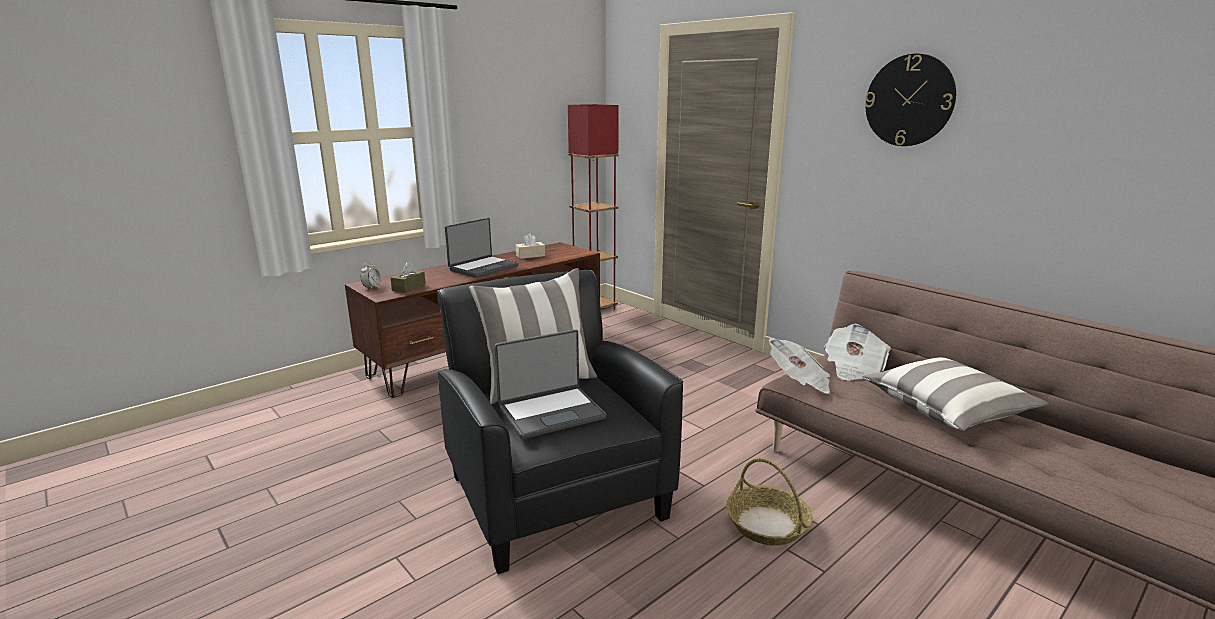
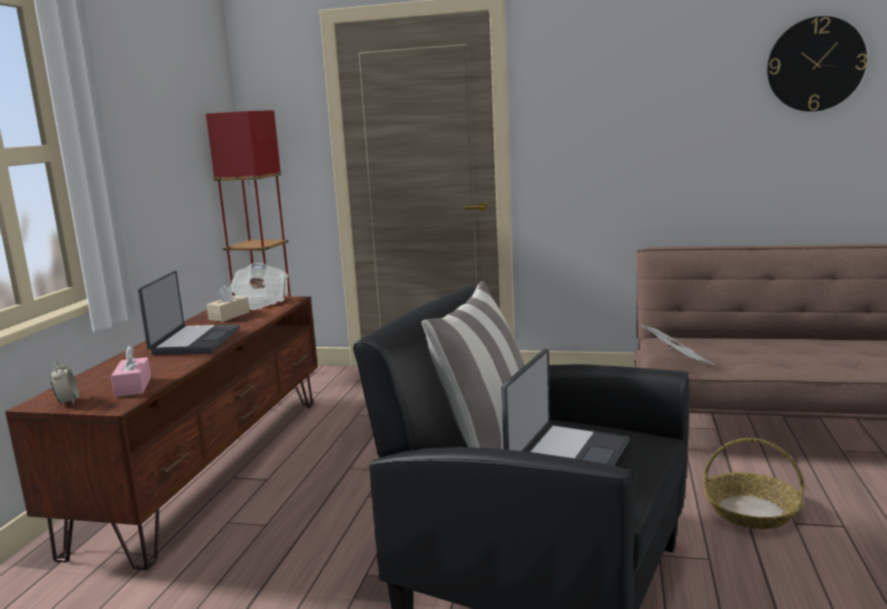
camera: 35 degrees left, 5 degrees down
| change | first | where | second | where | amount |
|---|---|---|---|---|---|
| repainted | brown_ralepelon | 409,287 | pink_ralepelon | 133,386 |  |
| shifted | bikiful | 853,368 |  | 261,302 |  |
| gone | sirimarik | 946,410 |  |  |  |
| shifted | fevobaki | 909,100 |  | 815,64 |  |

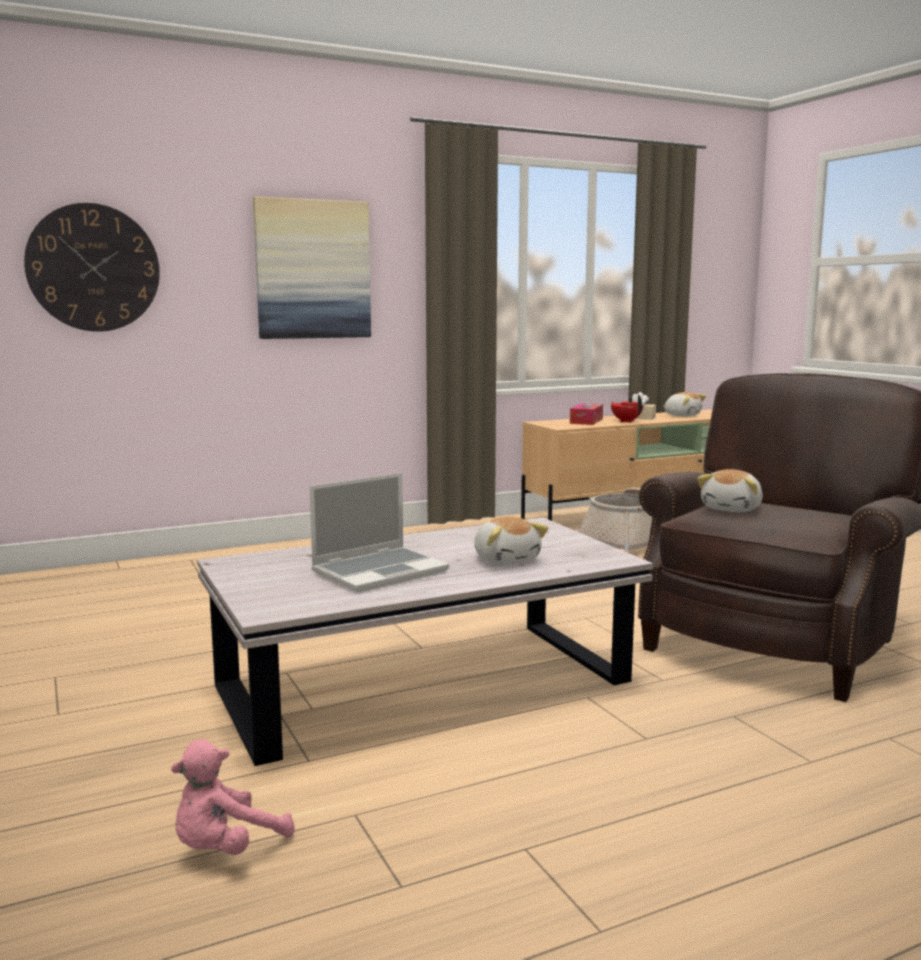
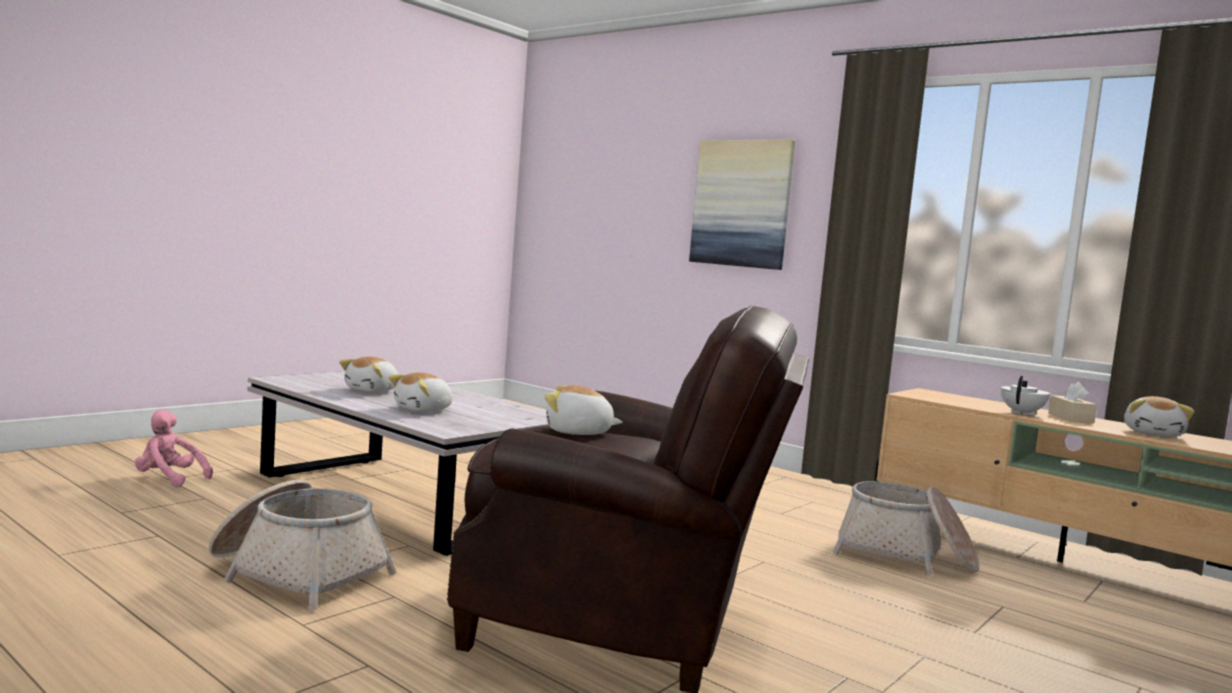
camera: 65 degrees right, 5 degrees down
| change | first | where | second | where | amount |
|---|---|---|---|---|---|
| gone | fevobaki | 93,268 |  |  |  |
| swapped | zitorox | 380,571 | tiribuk | 373,391 |  |
| gone | ralepelon | 586,421 |  |  |  |
| repainted | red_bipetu | 626,421 | white_bipetu | 1022,413 |  |
| new |  |  | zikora | 297,573 |  |

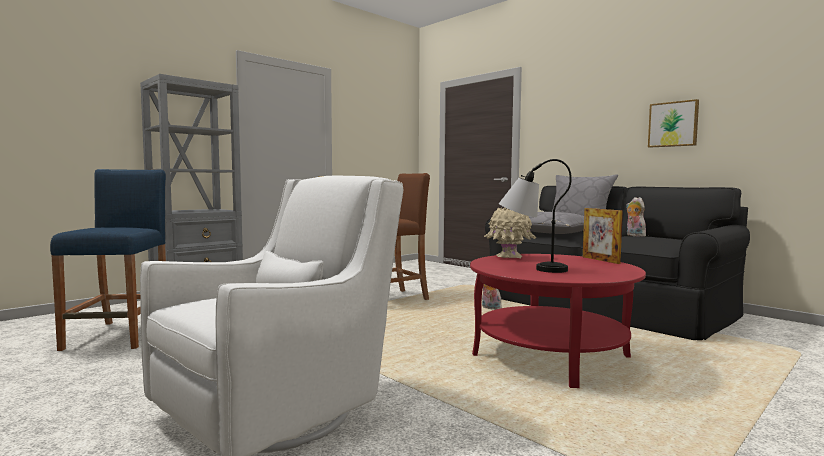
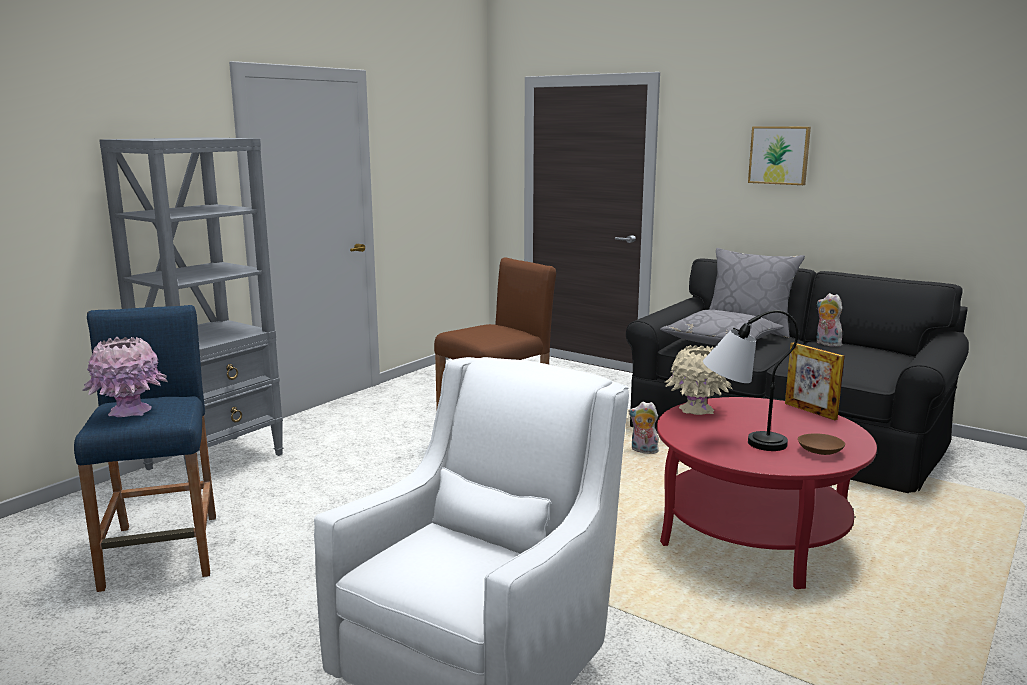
camera: 10 degrees left, 10 degrees up
| change | first | where | second | where | amount |
|---|---|---|---|---|---|
| shifted | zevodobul | 673,124 |  | 779,155 |  |
| new |  |  | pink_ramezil | 130,412 |  |
| new |  |  | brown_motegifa | 819,451 |  |

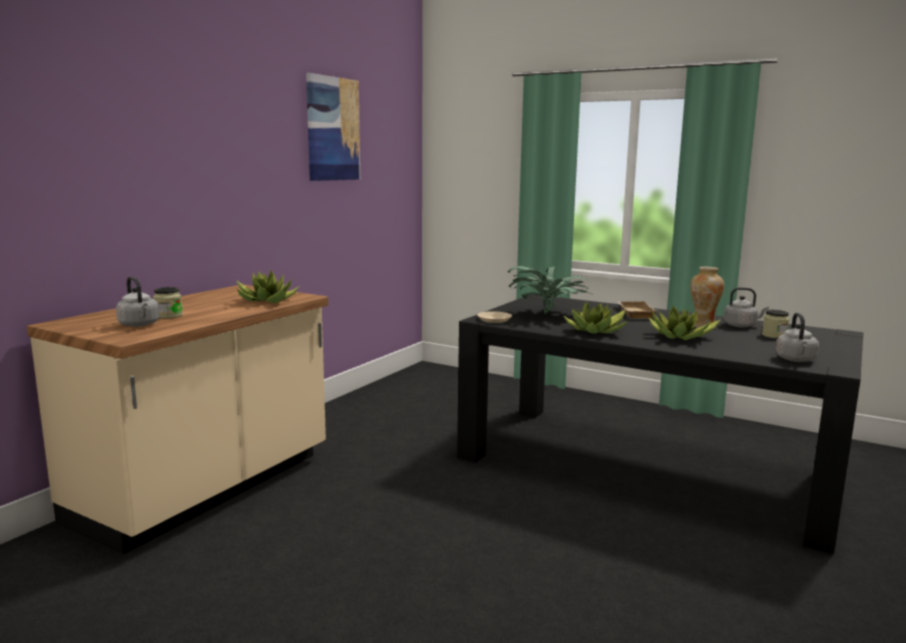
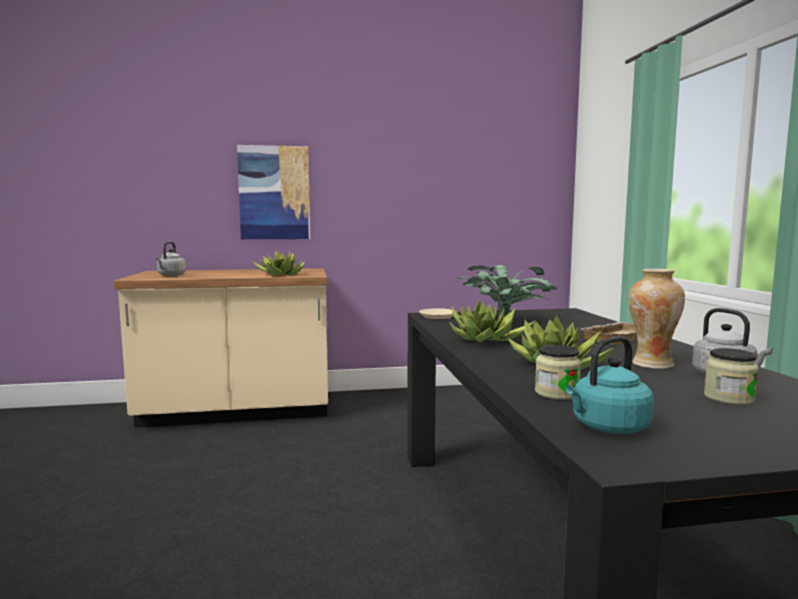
camera: 50 degrees right, 5 degrees down
| change | first | where | second | where | amount |
|---|---|---|---|---|---|
| shifted | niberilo | 168,316 |  | 556,393 |  |
| shifted | zevodobul | 333,129 |  | 274,193 |  |
| repainted | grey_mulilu | 796,360 | turquoise_mulilu | 607,427 |  |

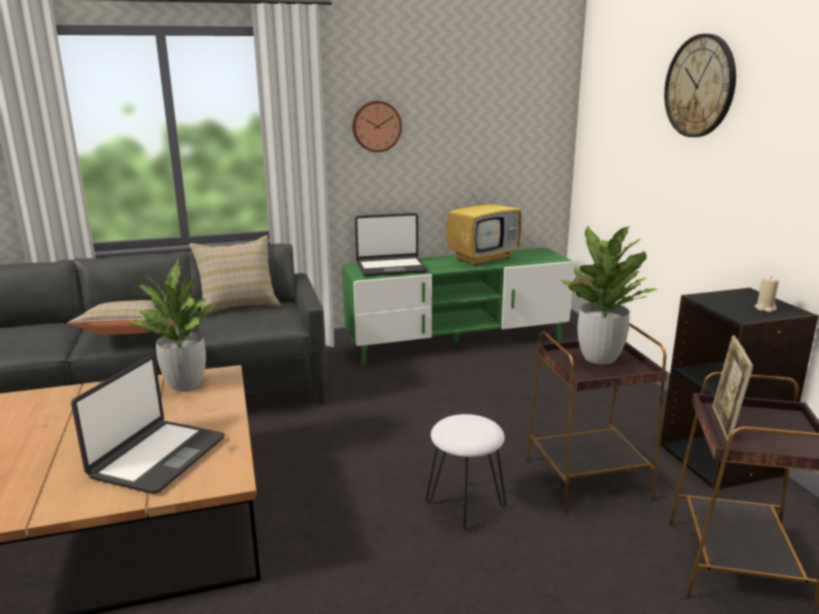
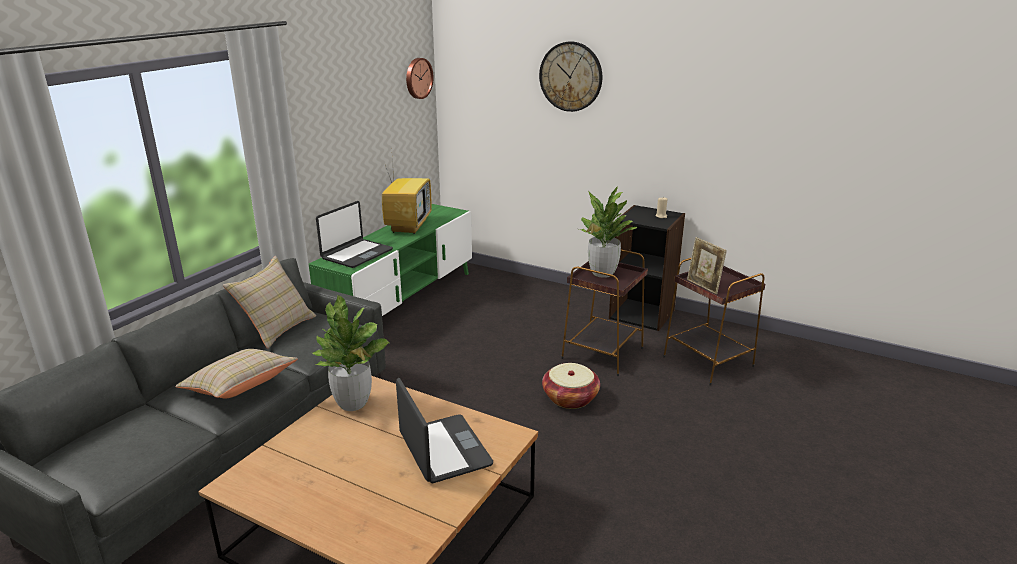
camera: 45 degrees left, 5 degrees up
| change | first | where | second | where | amount |
|---|---|---|---|---|---|
| shifted | fevobaki | 376,126 |  | 418,78 |  |
| swapped | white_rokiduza | 466,506 | zikora | 570,398 |  |

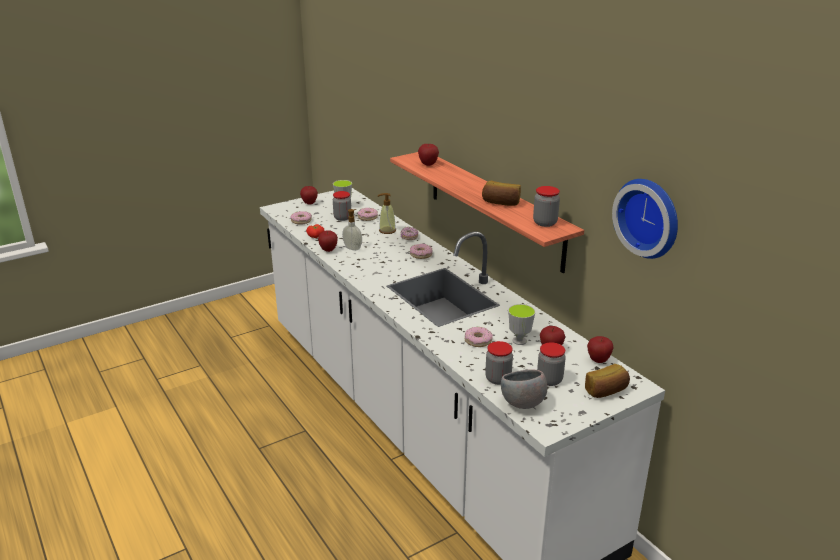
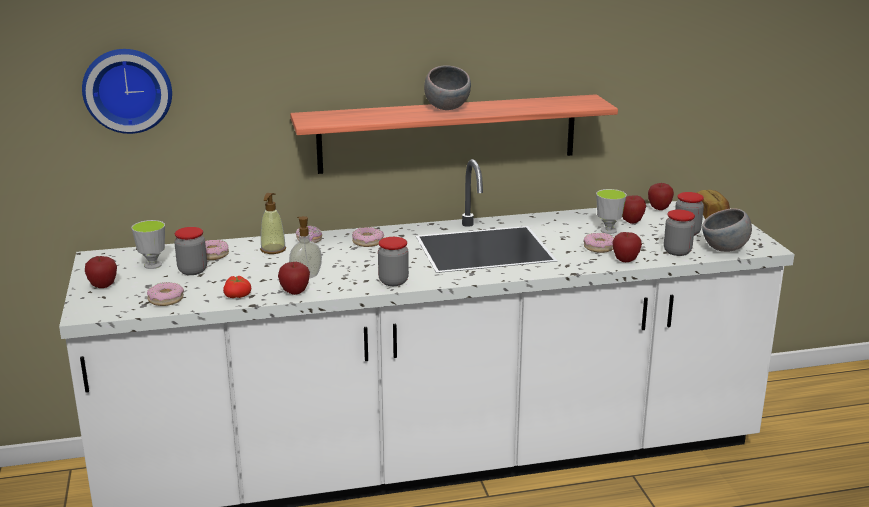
camera: 70 degrees left, 5 degrees down
| change | first | where | second | where | amount |
|---|---|---|---|---|---|
| shifted | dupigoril | 428,164 |  | 625,260 |  |
| gone | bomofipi | 501,203 |  |  |  |
| shifted | niberilo | 545,223 |  | 393,281 |  |
| shifted | fevobaki | 650,217 |  | 127,89 |  |
| new |  |  | grey_motegifa | 447,108 |  |

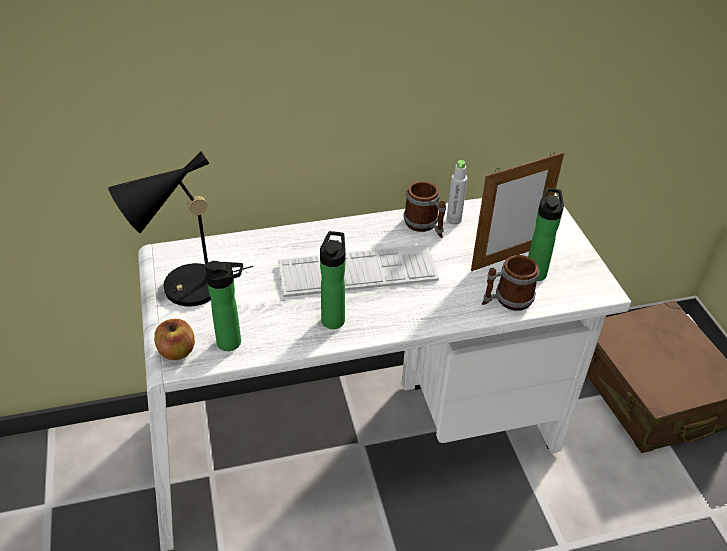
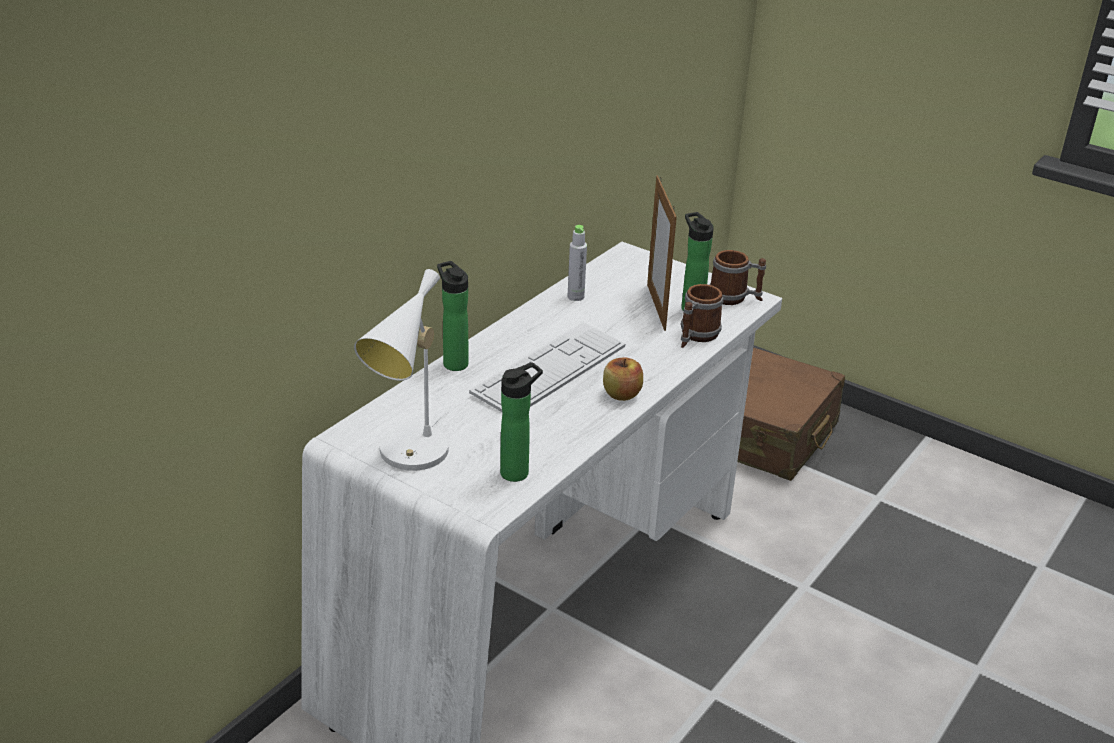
camera: 40 degrees left, 10 degrees down
| change | first | where | second | where | amount |
|---|---|---|---|---|---|
| repainted | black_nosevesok | 184,290 | white_nosevesok | 411,456 |  |
| shifted | dupigoril | 177,351 |  | 621,394 |  |
| shifted | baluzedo | 333,318 |  | 453,362 |  |
| shifted | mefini | 425,226 |  | 735,298 |  |
| rotated | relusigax | 507,258 |  | 656,307 | 150 degrees clockwise |

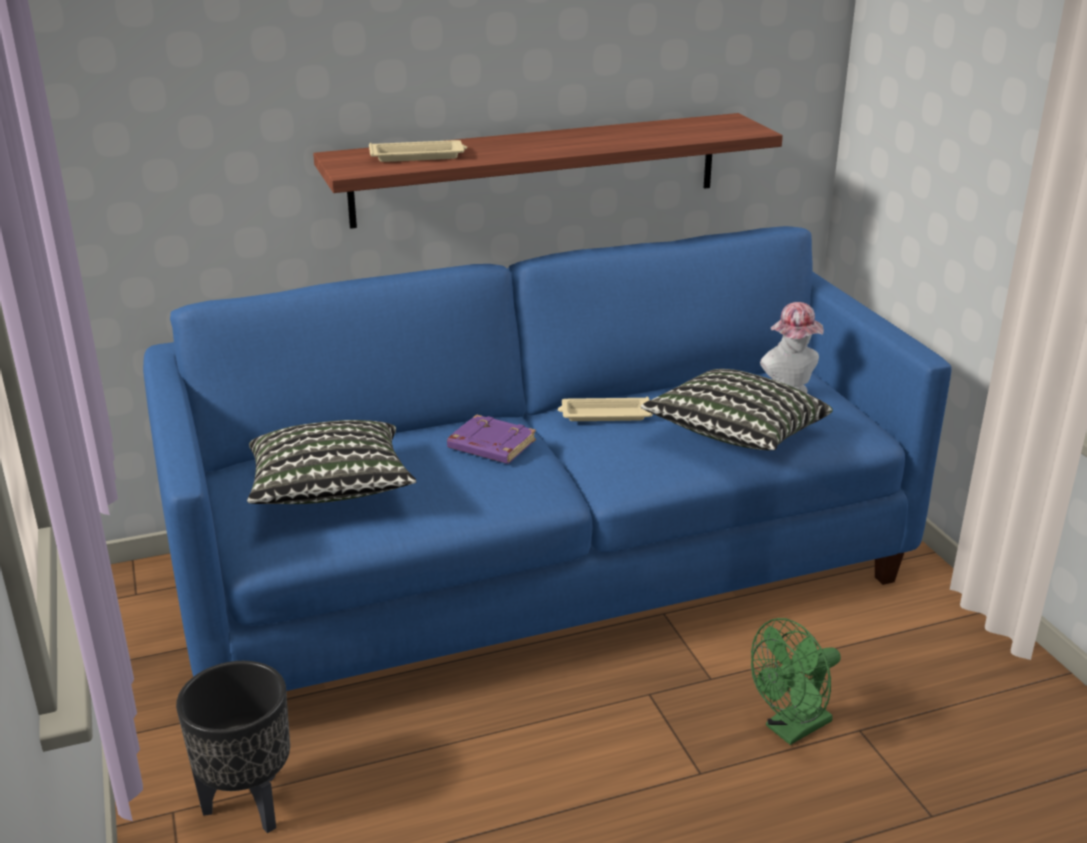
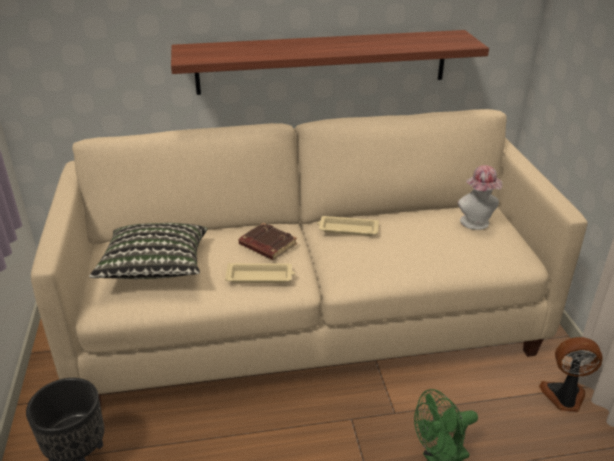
camera: 10 degrees right, 5 degrees up
| change | first | where | second | where | amount |
|---|---|---|---|---|---|
| repainted | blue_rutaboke | 545,571 | beige_rutaboke | 308,320 |  |
| shifted | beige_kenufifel | 419,156 |  | 260,277 |  |
| repainted | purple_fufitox | 490,446 | brown_fufitox | 267,245 |  |
| gone | sirimarik | 735,436 |  |  |  |
| new |  |  | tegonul | 564,397 |  |

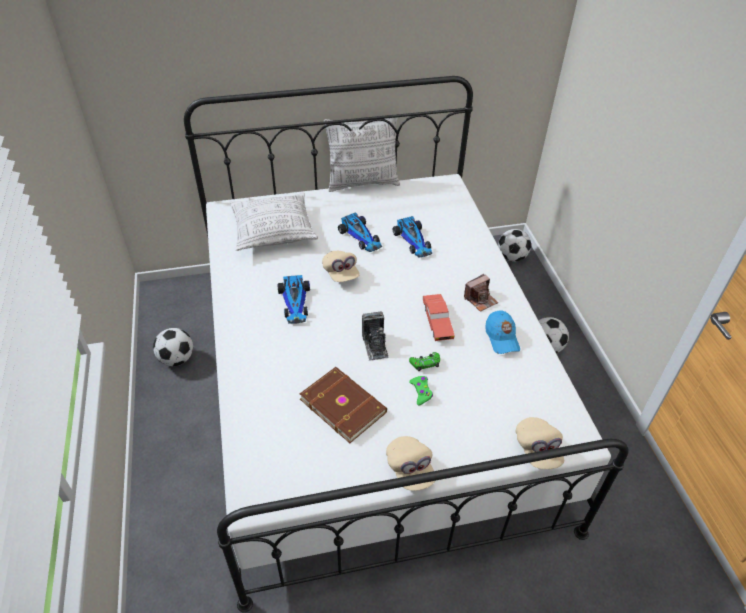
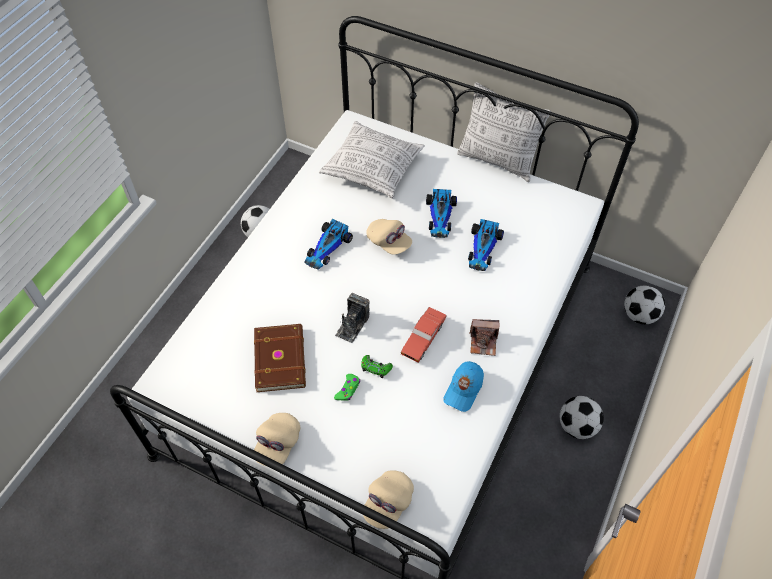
camera: 40 degrees right, 10 degrees up
| change | first | where | second | where | amount |
|---|---|---|---|---|---|
| rotated | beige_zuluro | 340,273 |  | 389,242 | 60 degrees counterclockwise |

